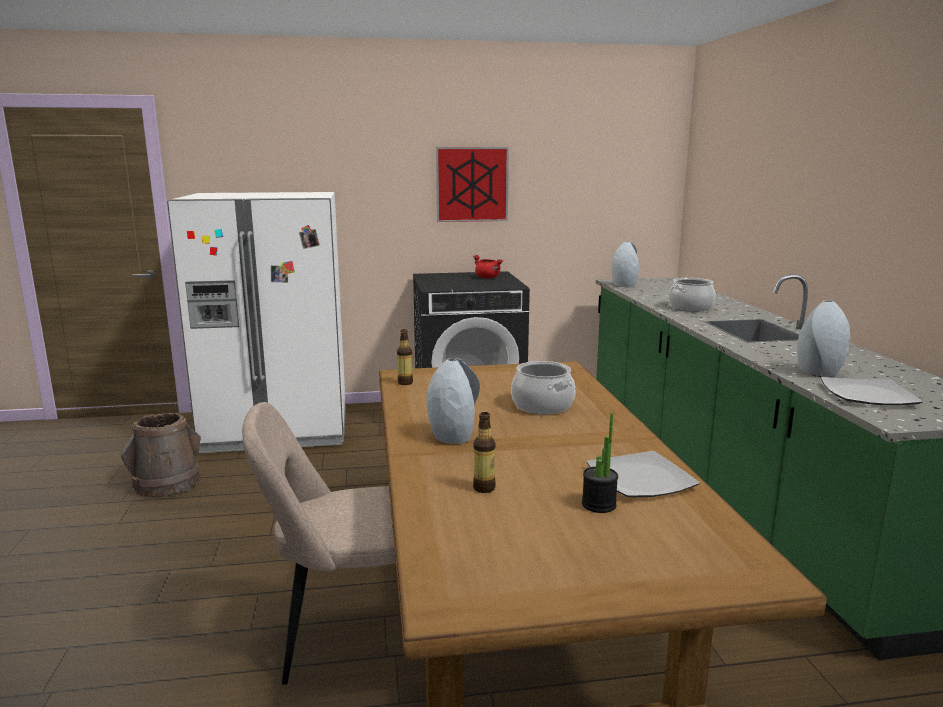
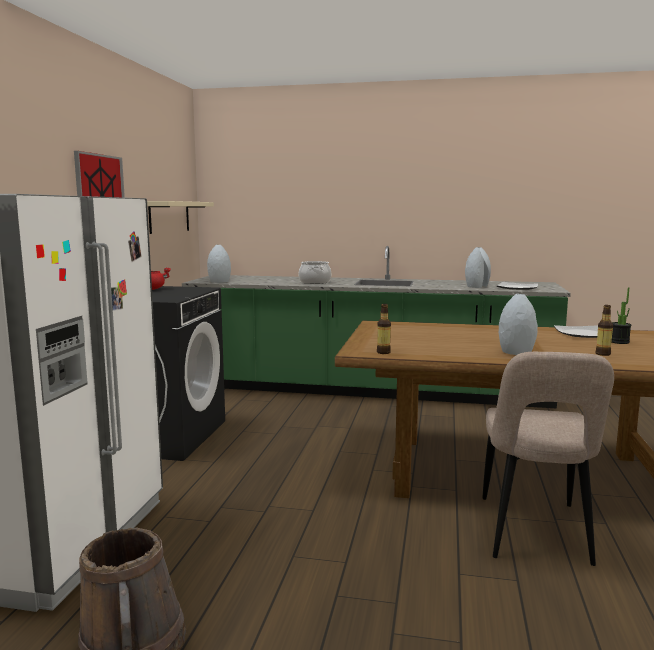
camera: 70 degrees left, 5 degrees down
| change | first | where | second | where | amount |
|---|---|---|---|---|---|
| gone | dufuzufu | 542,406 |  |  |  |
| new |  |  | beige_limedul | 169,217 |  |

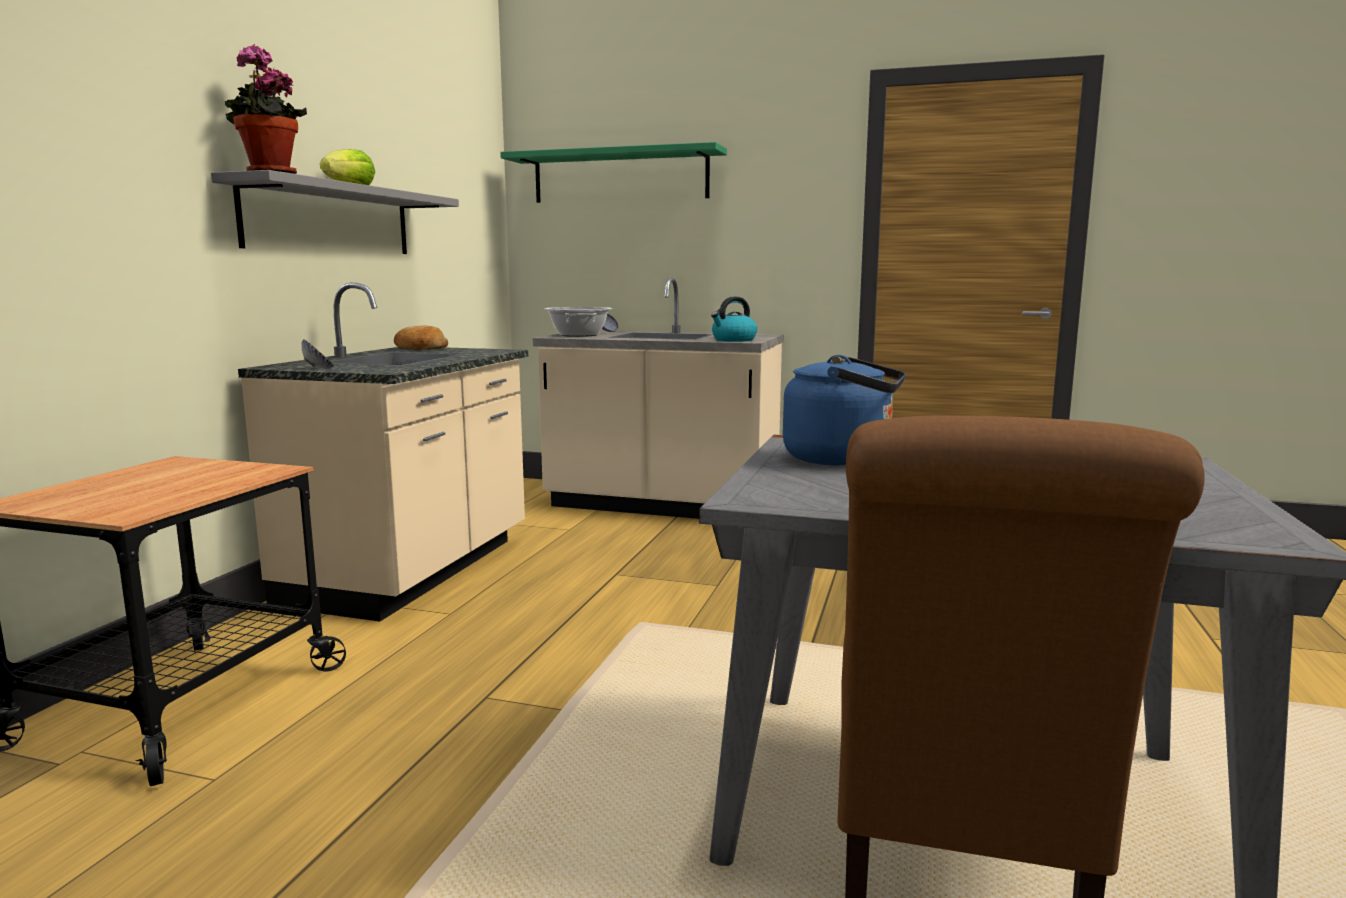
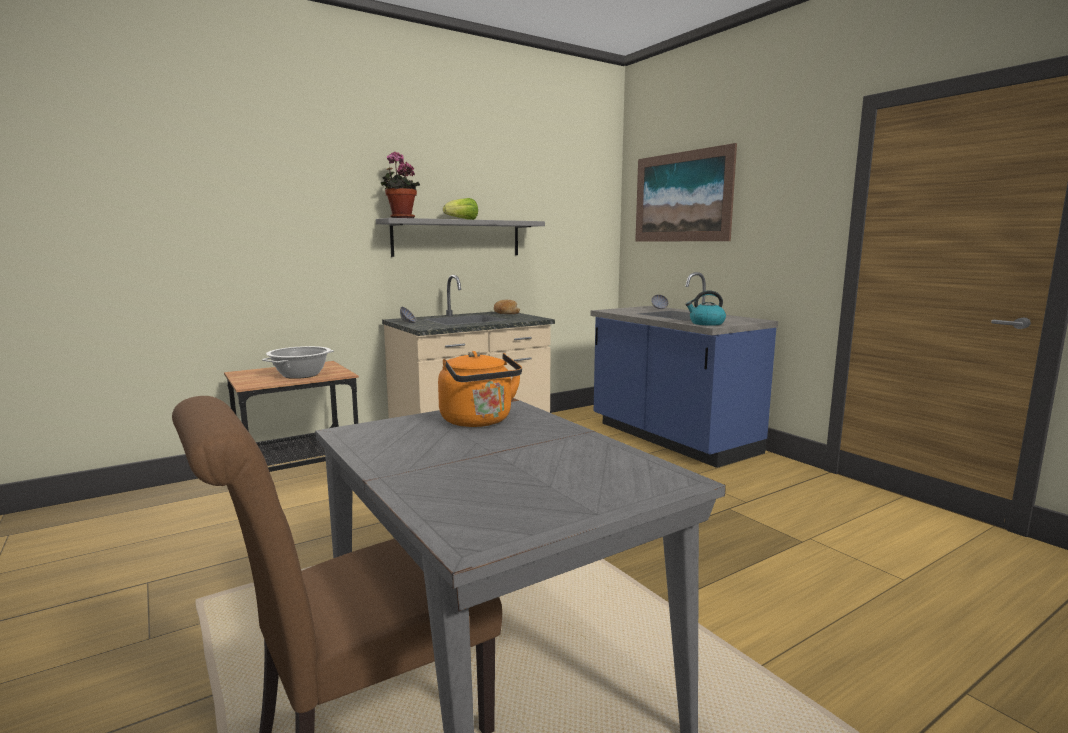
camera: 40 degrees right, 0 degrees up
| change | first | where | second | where | amount |
|---|---|---|---|---|---|
| swapped | green_limedul | 620,176 | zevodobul | 682,197 |  |
| repainted | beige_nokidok | 662,505 | blue_nokidok | 671,438 |  |
| shifted | dufuzufu | 578,335 |  | 301,375 |  |
| repainted | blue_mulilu | 844,459 | orange_mulilu | 479,421 |  |

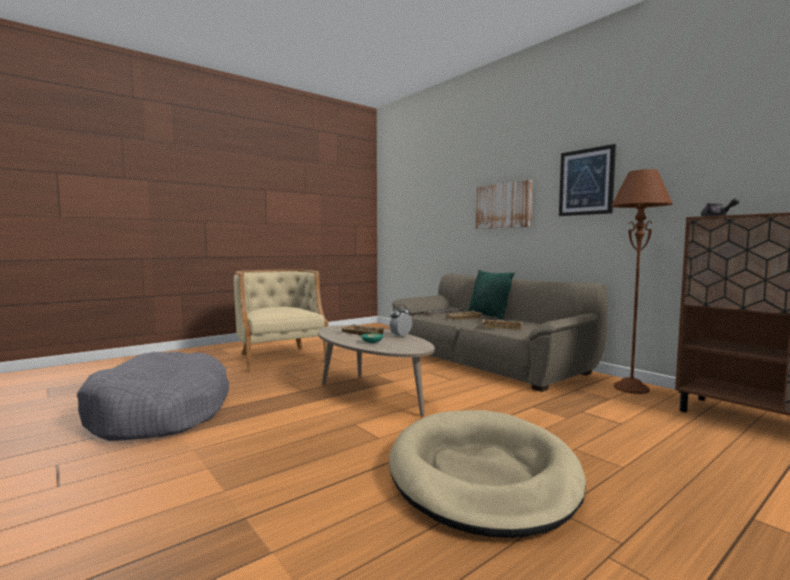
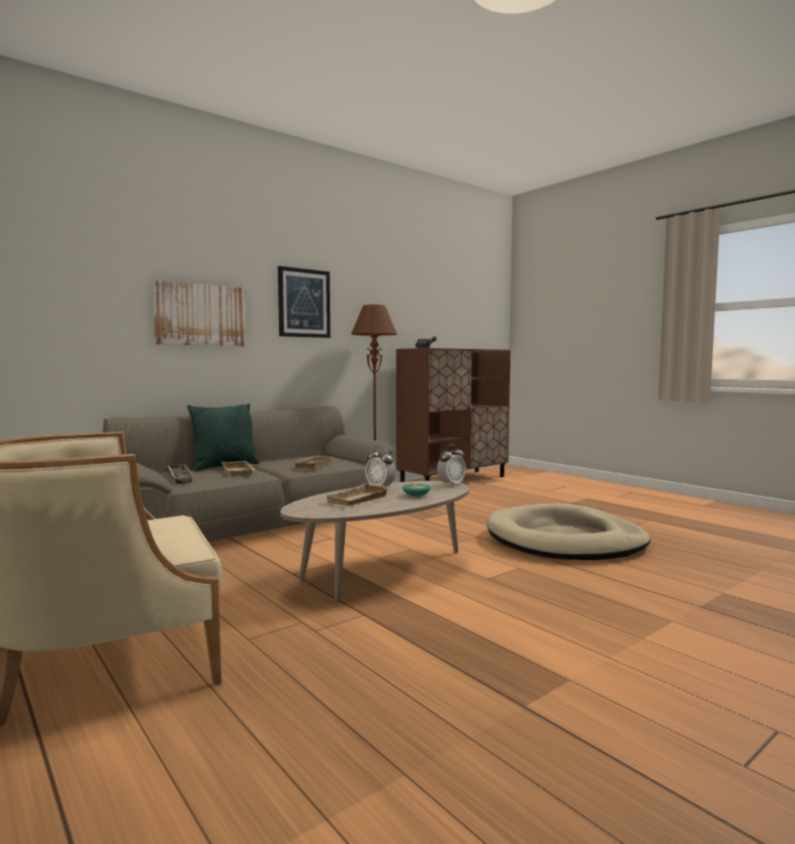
camera: 90 degrees left, 0 degrees up
| change | first | where | second | where | amount |
|---|---|---|---|---|---|
| gone | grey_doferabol | 161,413 |  |  |  |
| new |  |  | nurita | 451,484 |  |

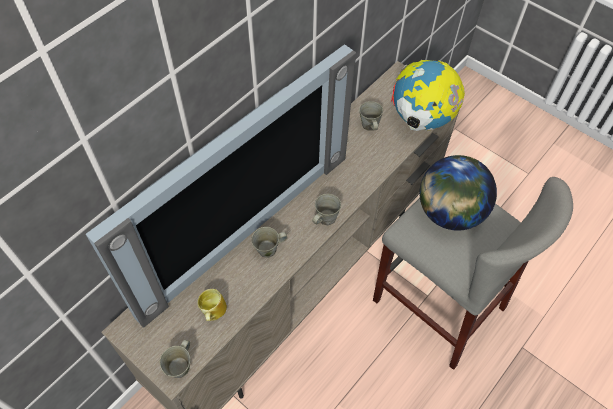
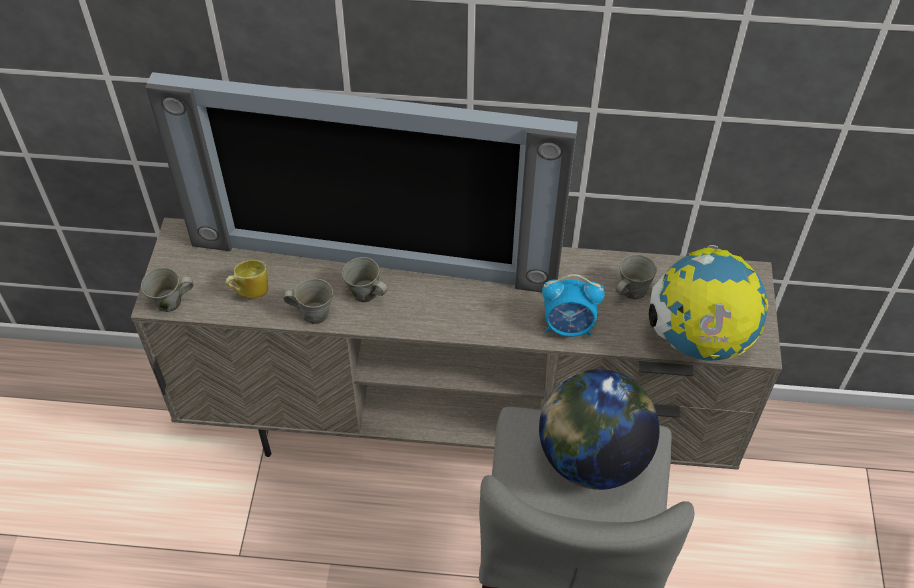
camera: 55 degrees right, 5 degrees down
| change | first | where | second | where | amount |
|---|---|---|---|---|---|
| shifted | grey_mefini | 325,218 |  | 313,313 |  |
| new |  |  | nurita | 568,326 |  |

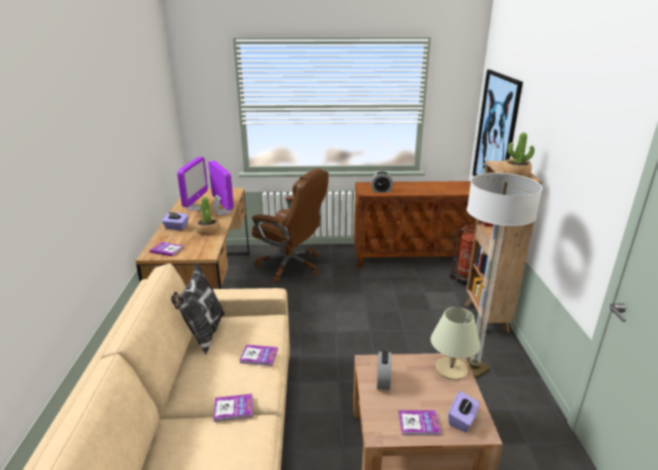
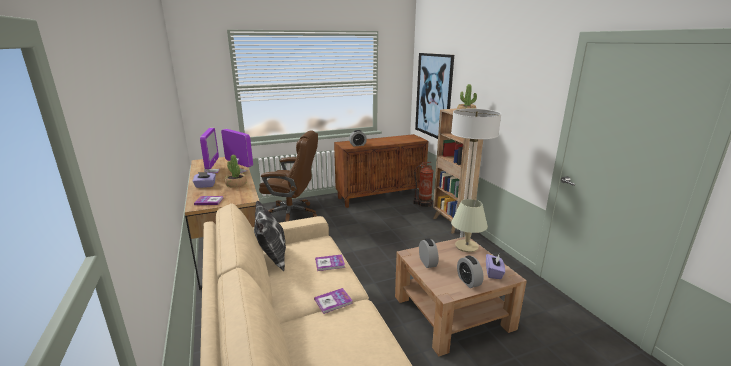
camera: 20 degrees left, 5 degrees down
| change | first | where | second | where | amount |
|---|---|---|---|---|---|
| swapped | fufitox | 418,423 | nurita | 468,281 |  |

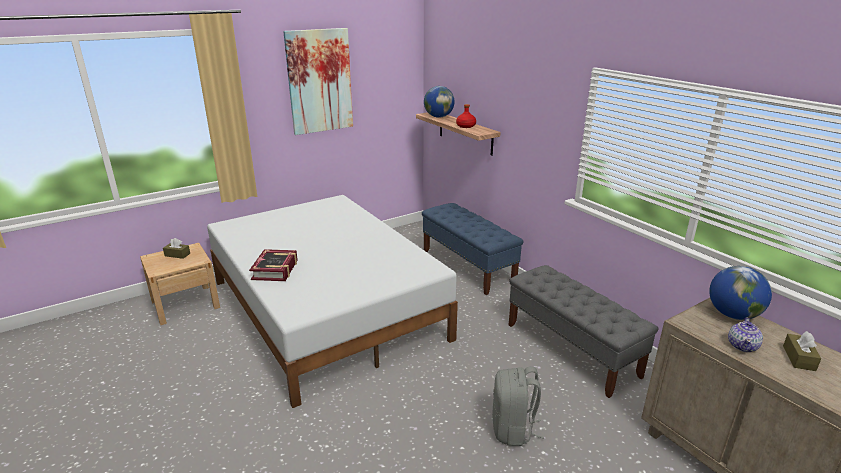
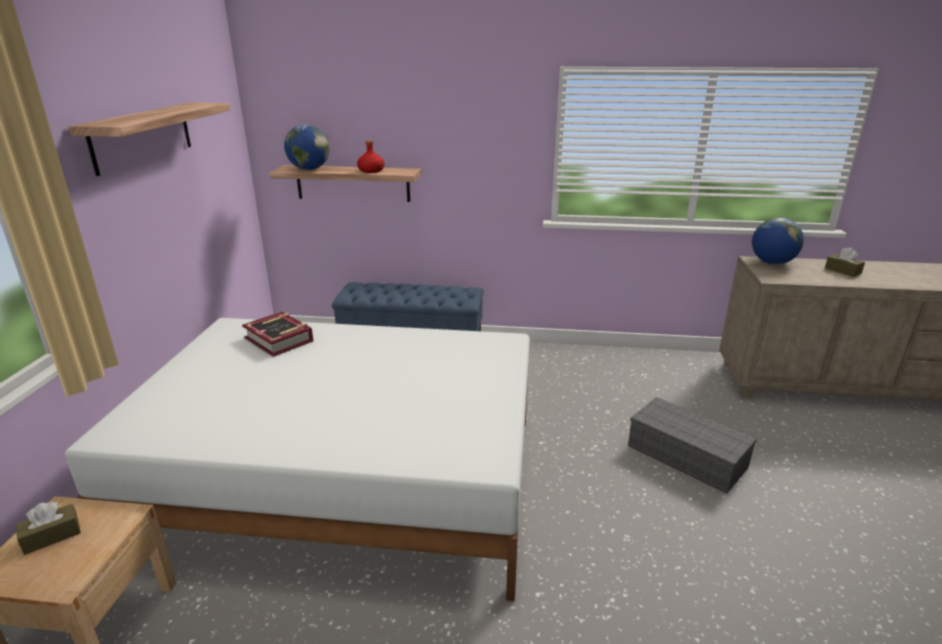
camera: 50 degrees left, 0 degrees up
| change | first | where | second | where | amount |
|---|---|---|---|---|---|
| shifted | fufitox | 275,270 |  | 279,339 |  |
| swapped | zevodobul | 319,81 | limedul | 143,136 |  |
| swapped | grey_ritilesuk | 513,429 | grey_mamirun | 688,456 |  |
| gone | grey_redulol | 571,349 |  |  |  |
| gone | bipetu | 742,346 |  |  |  |

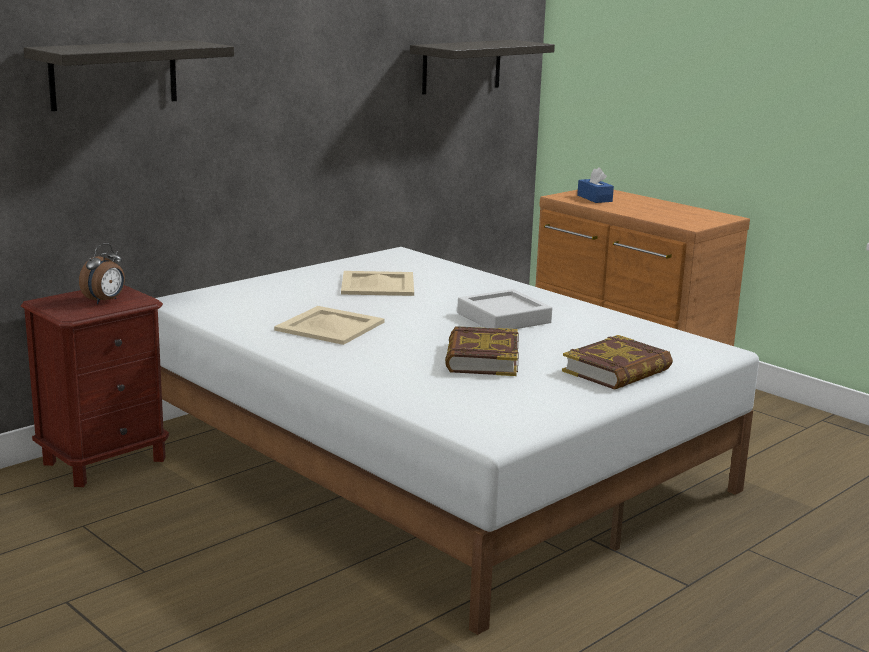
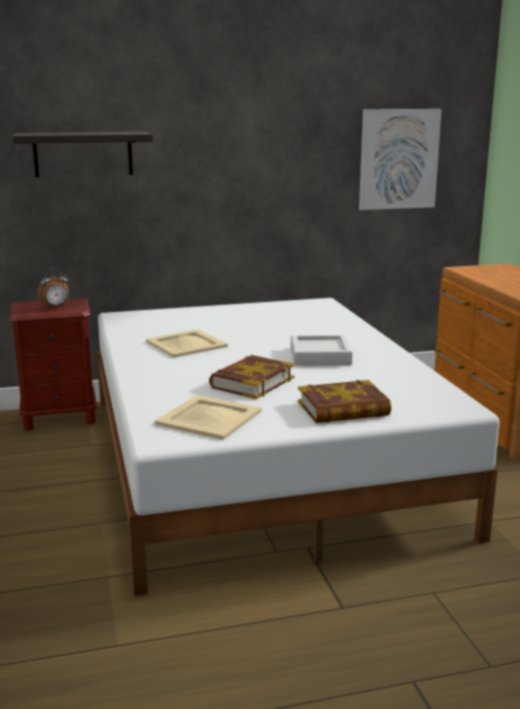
camera: 30 degrees right, 0 degrees up
| change | first | where | second | where | amount |
|---|---|---|---|---|---|
| shifted | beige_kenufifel | 378,284 |  | 210,417 |  |
| swapped | limedul | 461,66 | zevodobul | 398,159 |  |
| gone | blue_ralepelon | 594,198 |  |  |  |

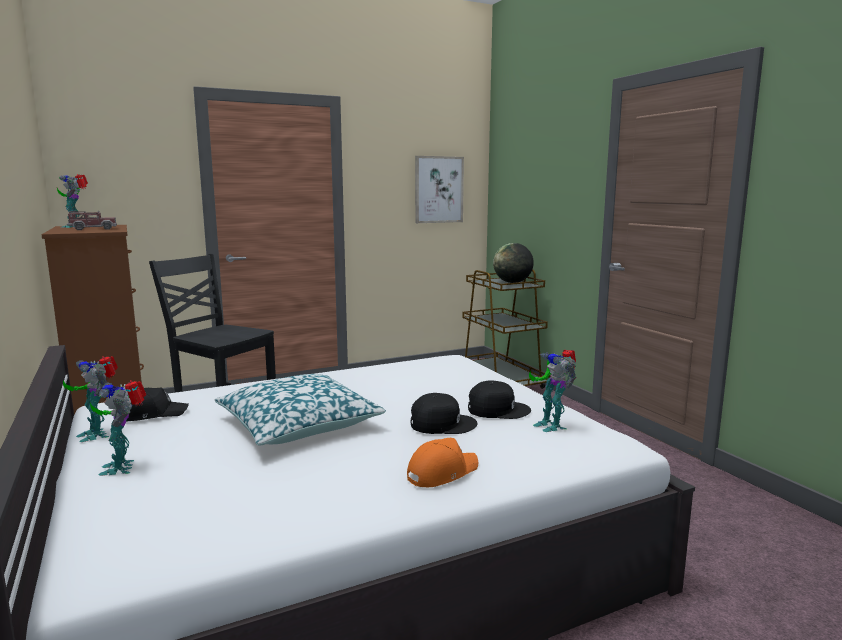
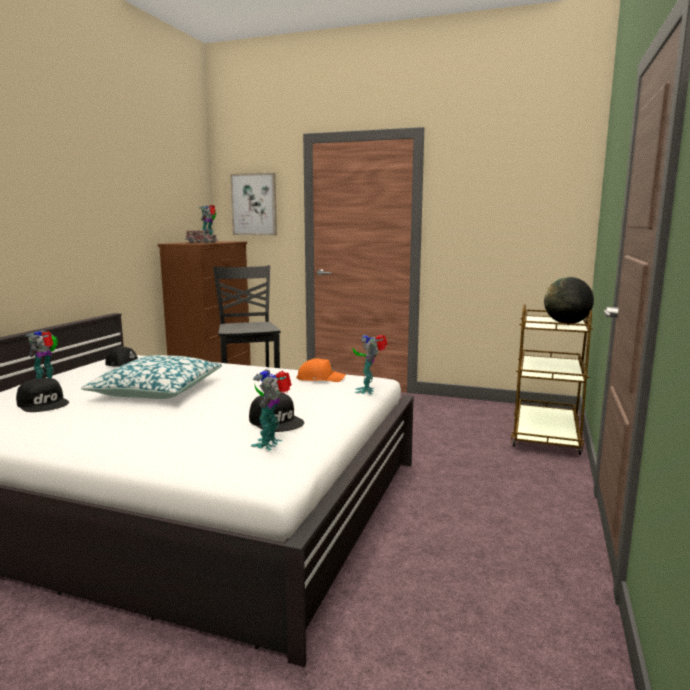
camera: 45 degrees right, 0 degrees up
| change | first | where | second | where | amount |
|---|---|---|---|---|---|
| shifted | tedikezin | 97,434 |  | 367,390 |  |
| shifted | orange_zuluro | 441,473 |  | 320,378 |  |
| shifted | black_zuluro | 442,423 |  | 44,403 |  |
| shifted | zevodobul | 438,189 |  | 254,204 |  |

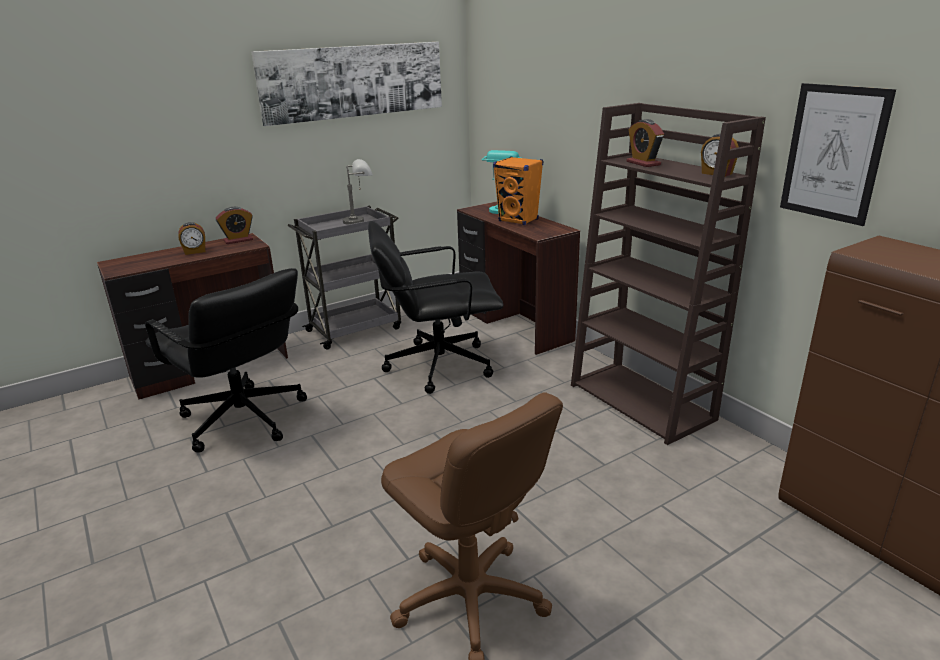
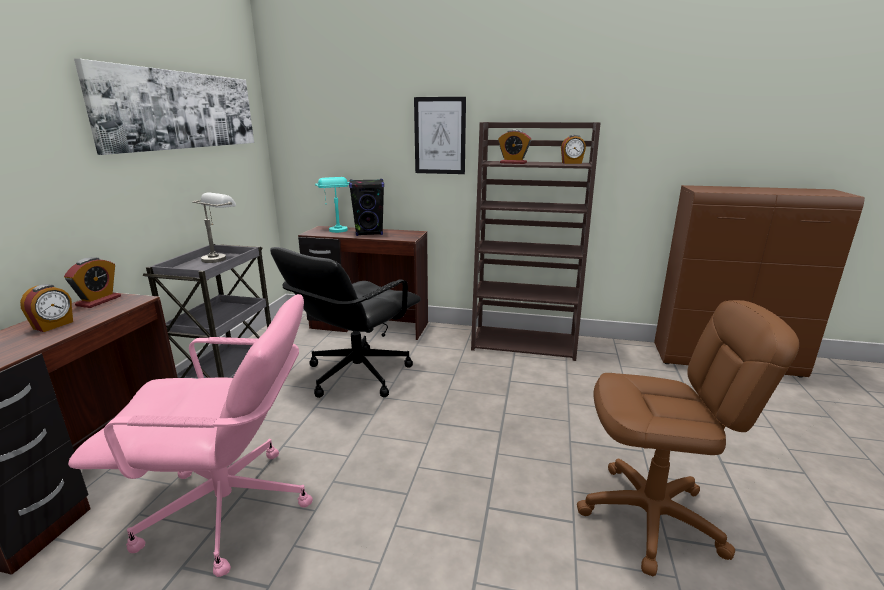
camera: 45 degrees left, 5 degrees down
| change | first | where | second | where | amount |
|---|---|---|---|---|---|
| repainted | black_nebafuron | 243,420 | pink_nebafuron | 229,510 |  |
| repainted | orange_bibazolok | 518,220 | black_bibazolok | 369,233 |  |
| shifted | zevodobul | 833,153 |  | 440,136 |  |

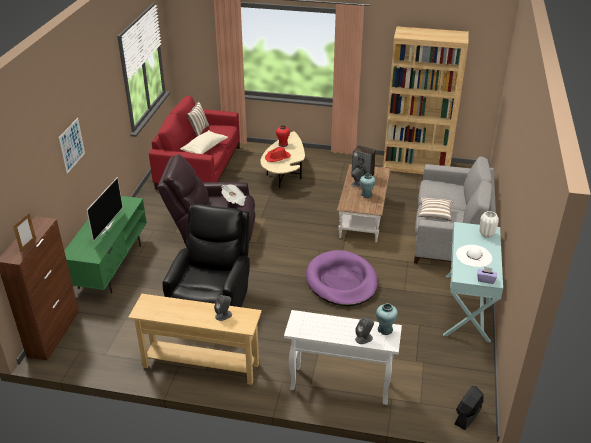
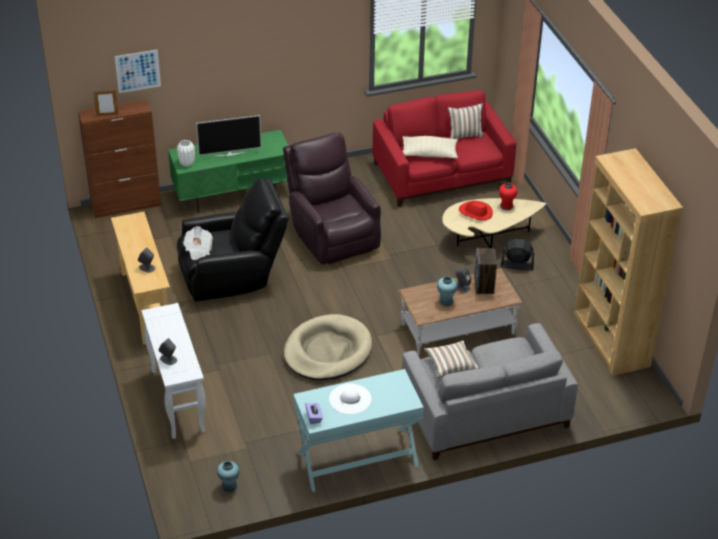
camera: 60 degrees right, 5 degrees up
| change | first | where | second | where | amount |
|---|---|---|---|---|---|
| shifted | zevodobul | 72,145 |  | 138,71 |  |
| shifted | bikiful | 234,200 |  | 198,250 |  |
| repainted | purple_doferabol | 341,281 | beige_doferabol | 327,351 |  |
| shifted | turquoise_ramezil | 385,330 |  | 229,486 |  |
| shifted | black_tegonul | 467,416 |  | 517,265 |  |
| shifted | white_ramezil | 486,234 |  | 186,163 |  |

